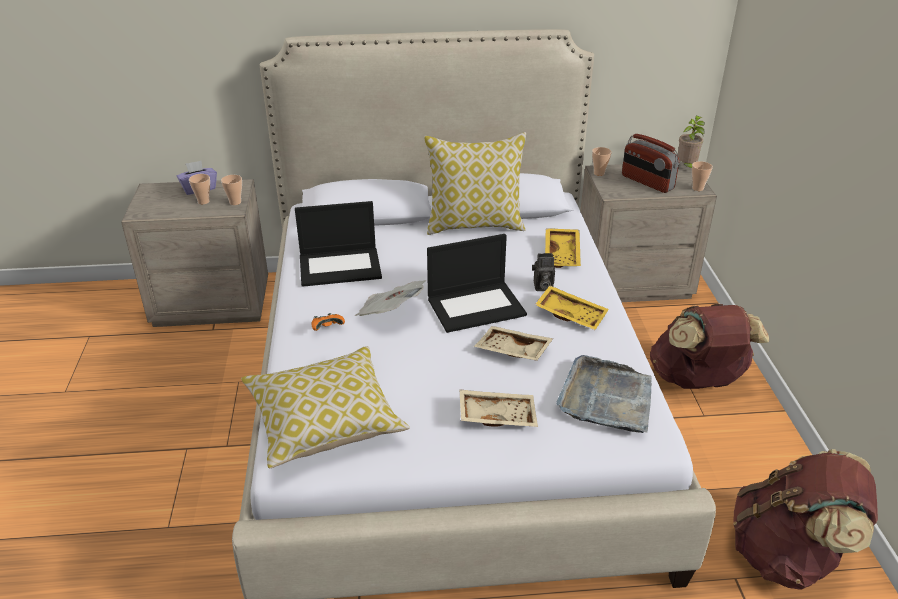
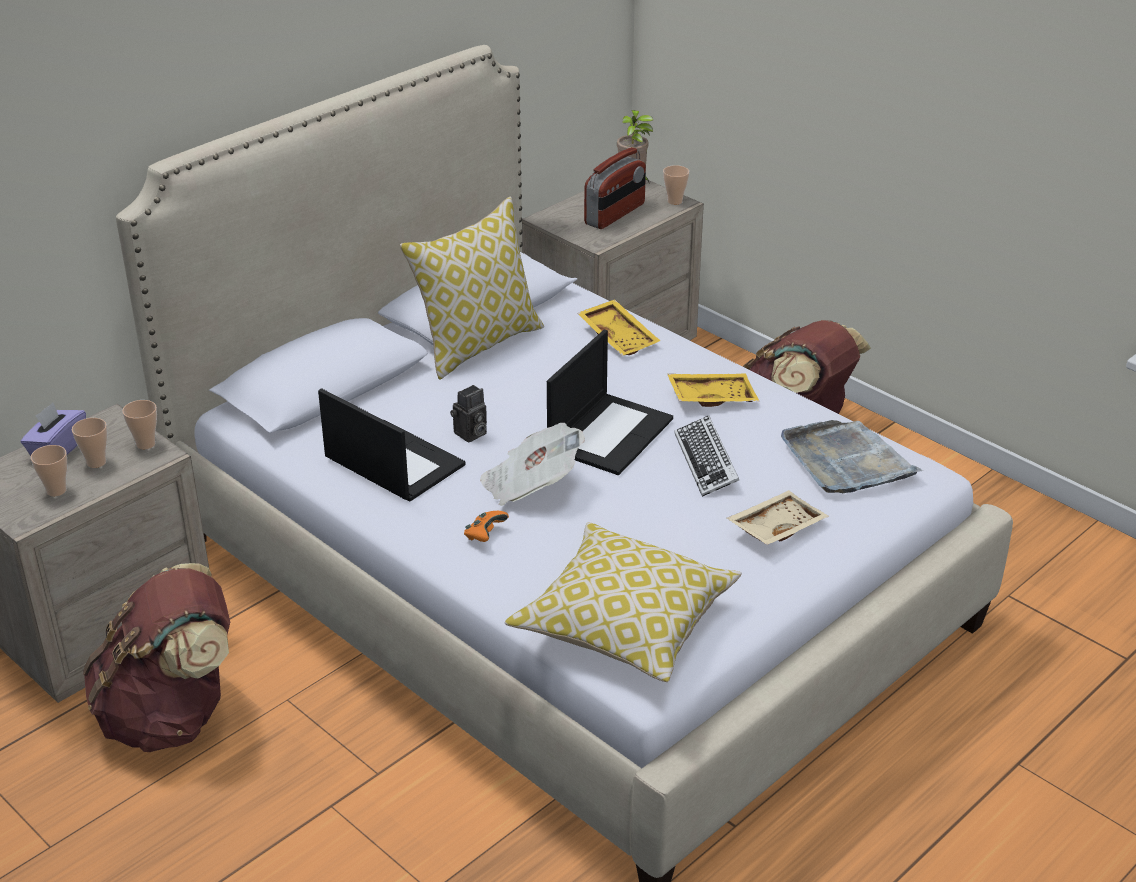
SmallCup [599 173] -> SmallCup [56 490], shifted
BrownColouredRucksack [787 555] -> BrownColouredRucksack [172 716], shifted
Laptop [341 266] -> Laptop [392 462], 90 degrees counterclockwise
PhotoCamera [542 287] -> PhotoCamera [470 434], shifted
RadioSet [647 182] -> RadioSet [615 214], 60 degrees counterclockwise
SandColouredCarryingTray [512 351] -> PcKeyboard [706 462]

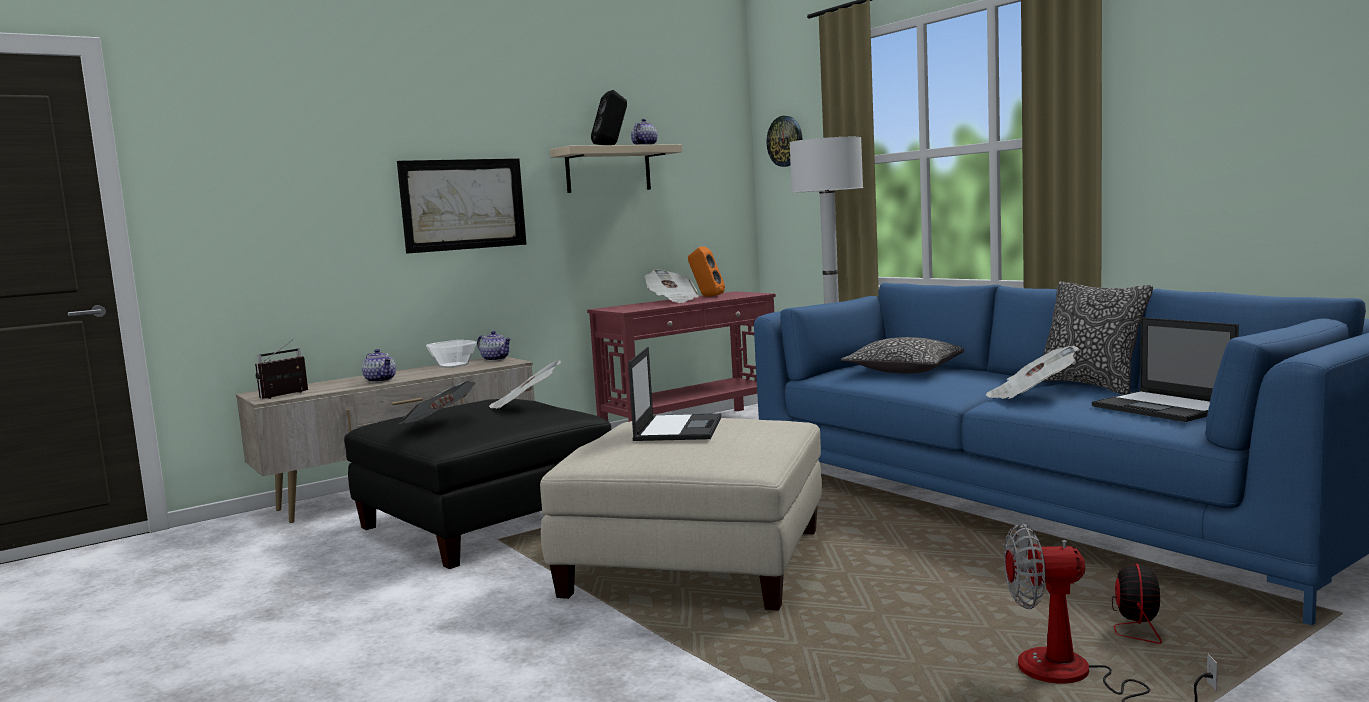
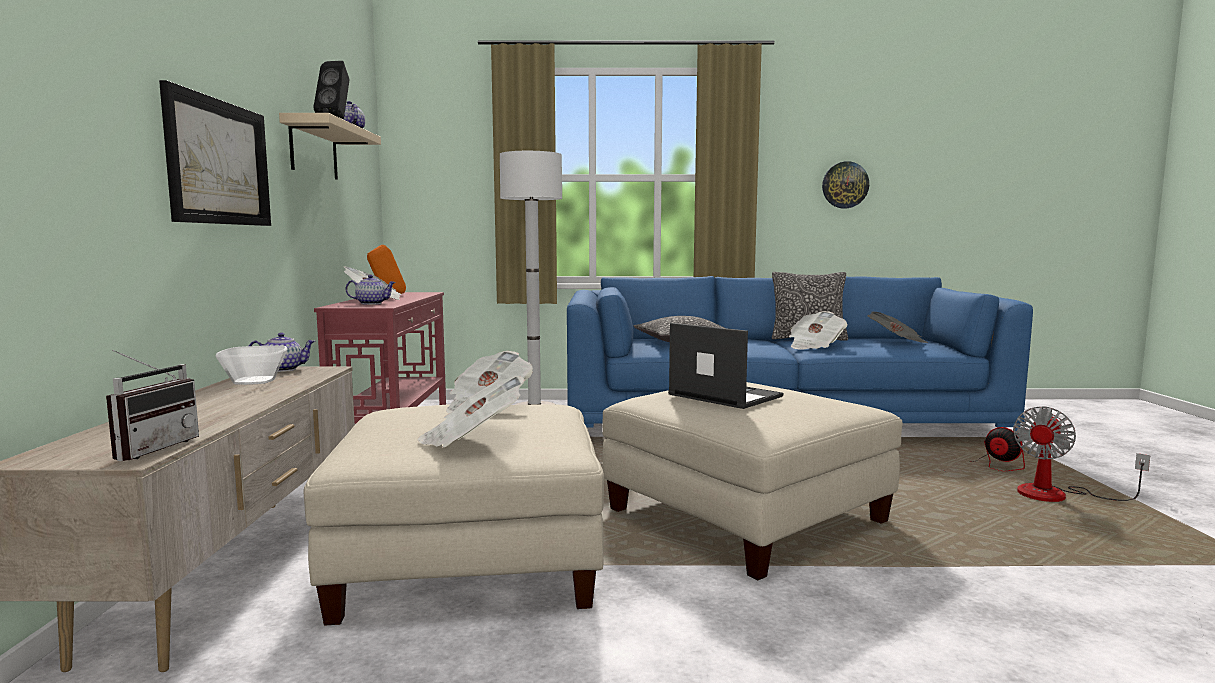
RadioSet [286 395] -> RadioSet [150 448], 150 degrees counterclockwise
BlackOttoman [486 522] -> SandColouredOttoman [471 557]
TeaPot [381 380] -> TeaPot [372 303], shifted
WallClock [785 141] -> WallClock [845 185], shifted
Laptop [1164 407] -> Newspaper [897 343]

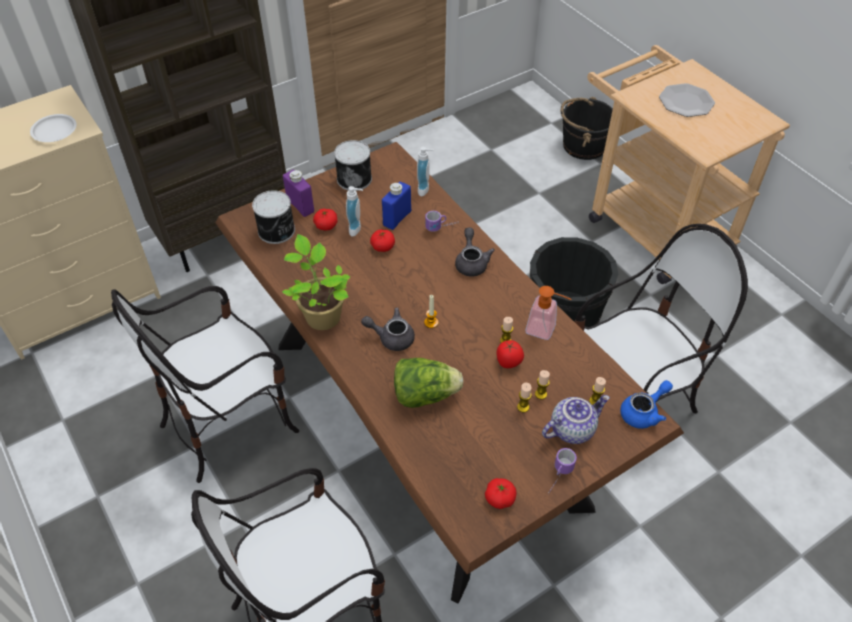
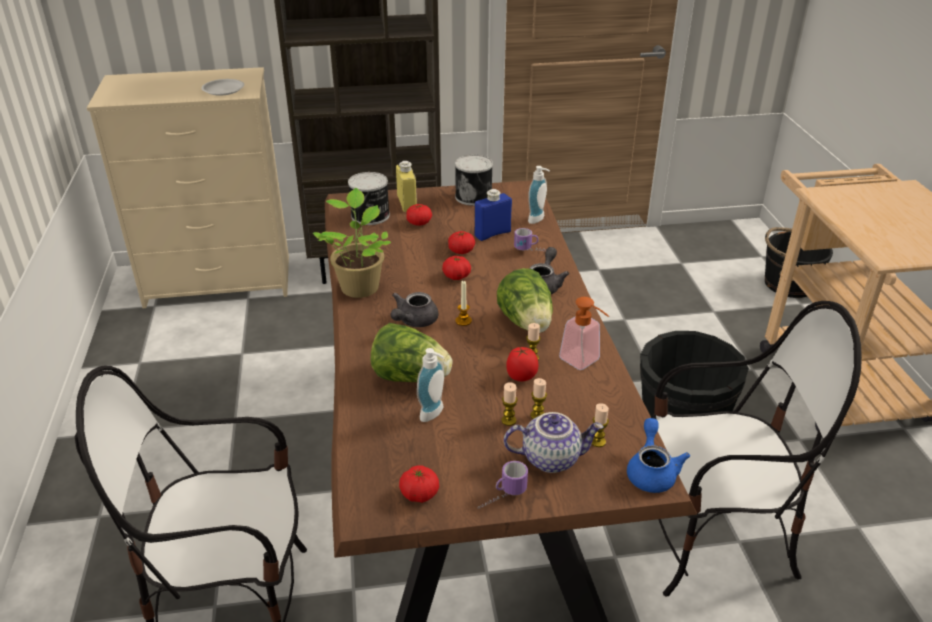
GreyishTeaPot [391 337] -> GreyishTeaPot [413 321], 90 degrees counterclockwise
PurplishBottle [300 206] -> YellowColouredBottle [407 204]
LiquidSoapBottle [357 229] -> LiquidSoapBottle [434 414], shifted
none -> FreshTomato [456 276]
none -> Lettuce [527 323]
BlueColouredTeaPot [643 412] -> BlueColouredTeaPot [651 471], 75 degrees counterclockwise
UprightChair [229 423] -> none
DinnerPlate [686 102] -> none

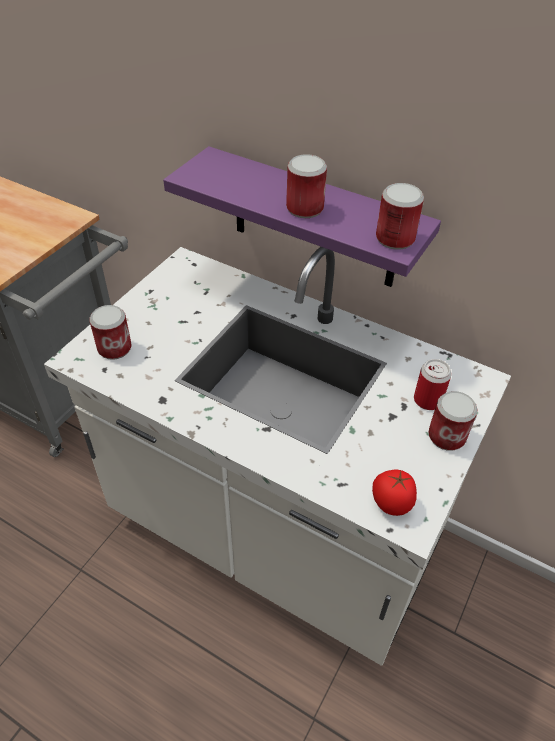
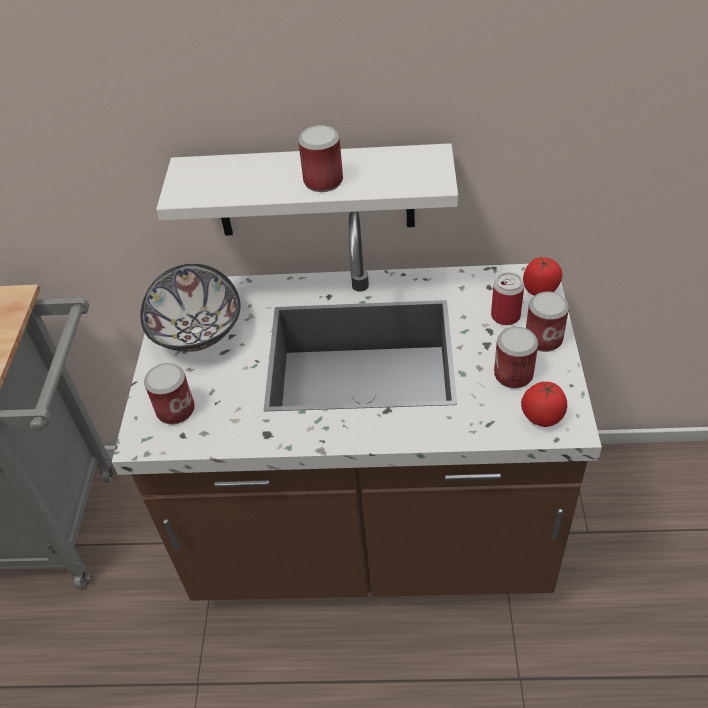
WhiteKitchenBaseUnit [273 533] -> BrownColouredKitchenBaseUnit [371 536]
none -> ServingBowl [195 331]
PurplishWallShelf [314 220] -> WhiteWallShelf [314 191]
MetalCan [395 238] -> MetalCan [513 375], shifted
none -> FreshTomato [540 291]

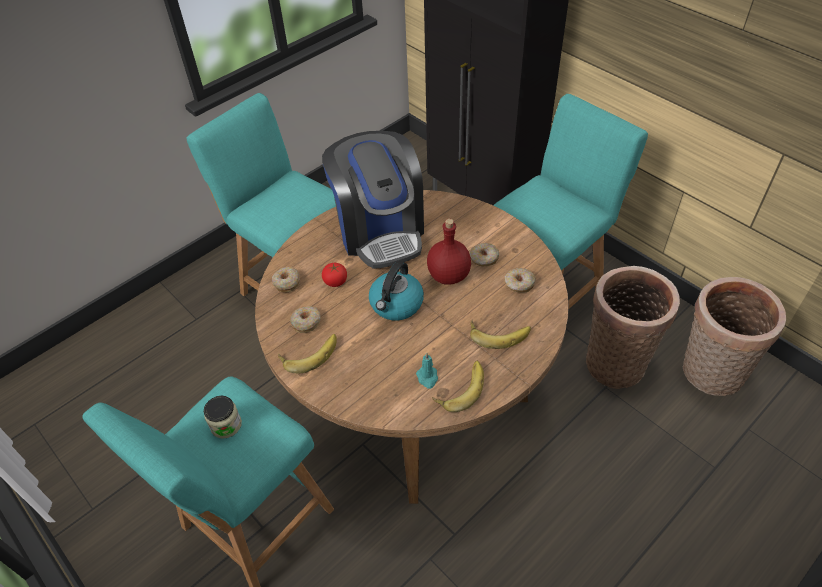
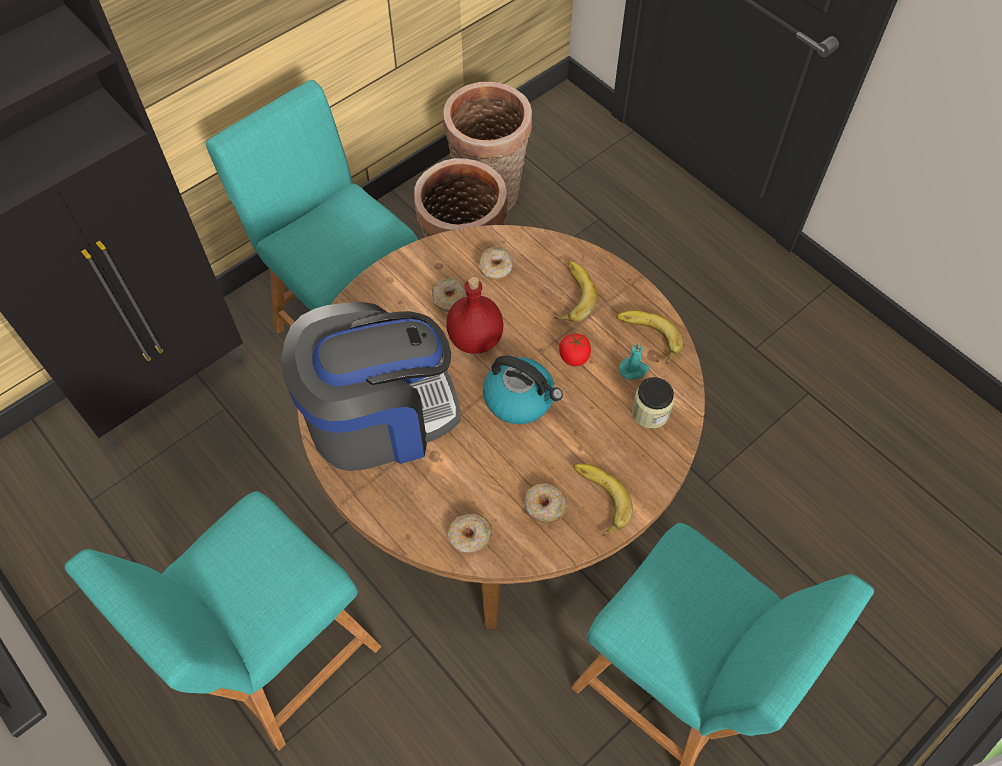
FreshTomato [335 281] -> FreshTomato [574 357], shifted
PreserveJar [226 425] -> PreserveJar [650 412], shifted

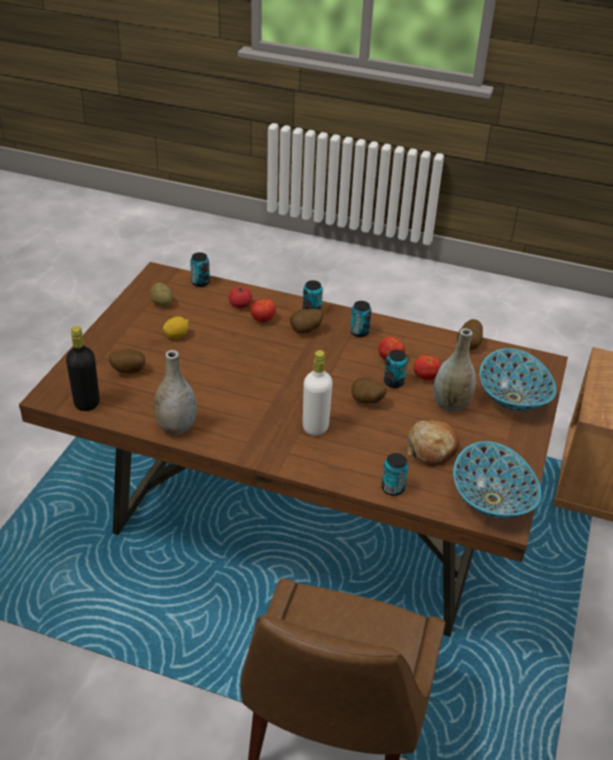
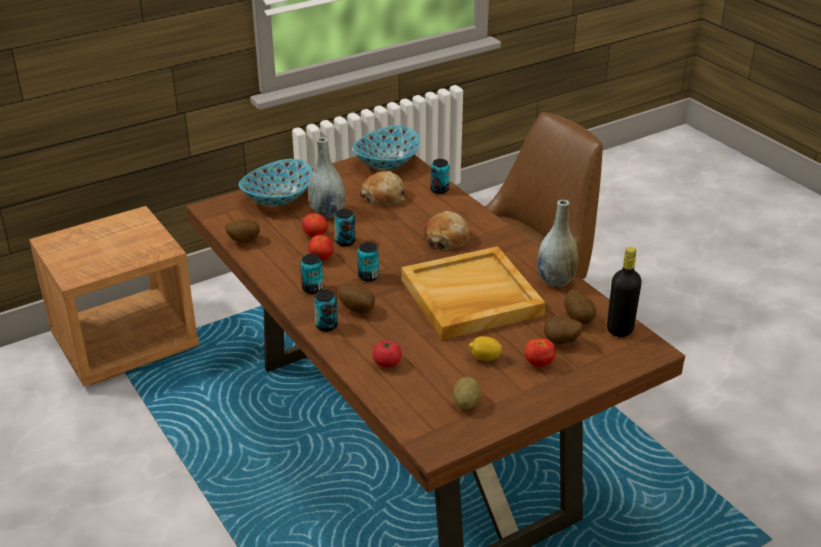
MetalCan [200 283] -> MetalCan [368 276], shifted
none -> SandColouredCarryingTray [470 298]
WhiteBottle [315 427] -> Bread [446 239]
FreshTomato [263 320] -> FreshTomato [538 363], shifted
WholePotato [366 402] -> WholePotato [579 319], shifted

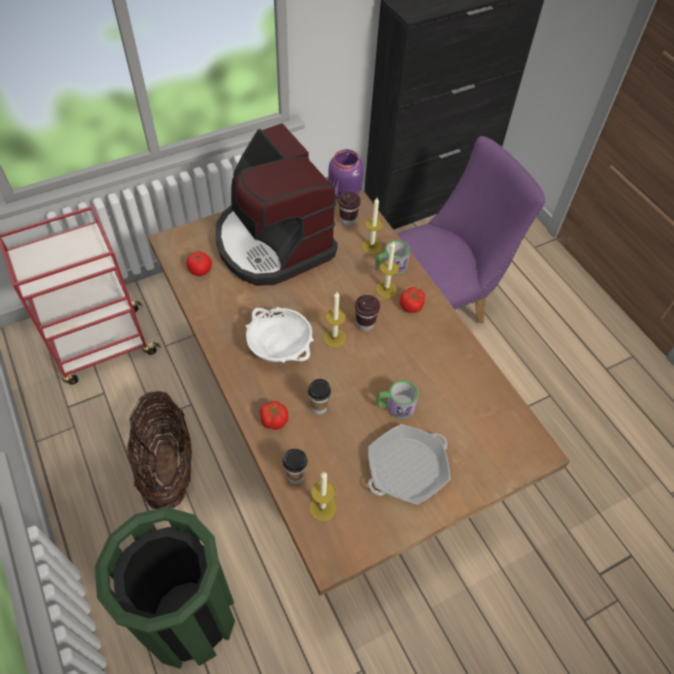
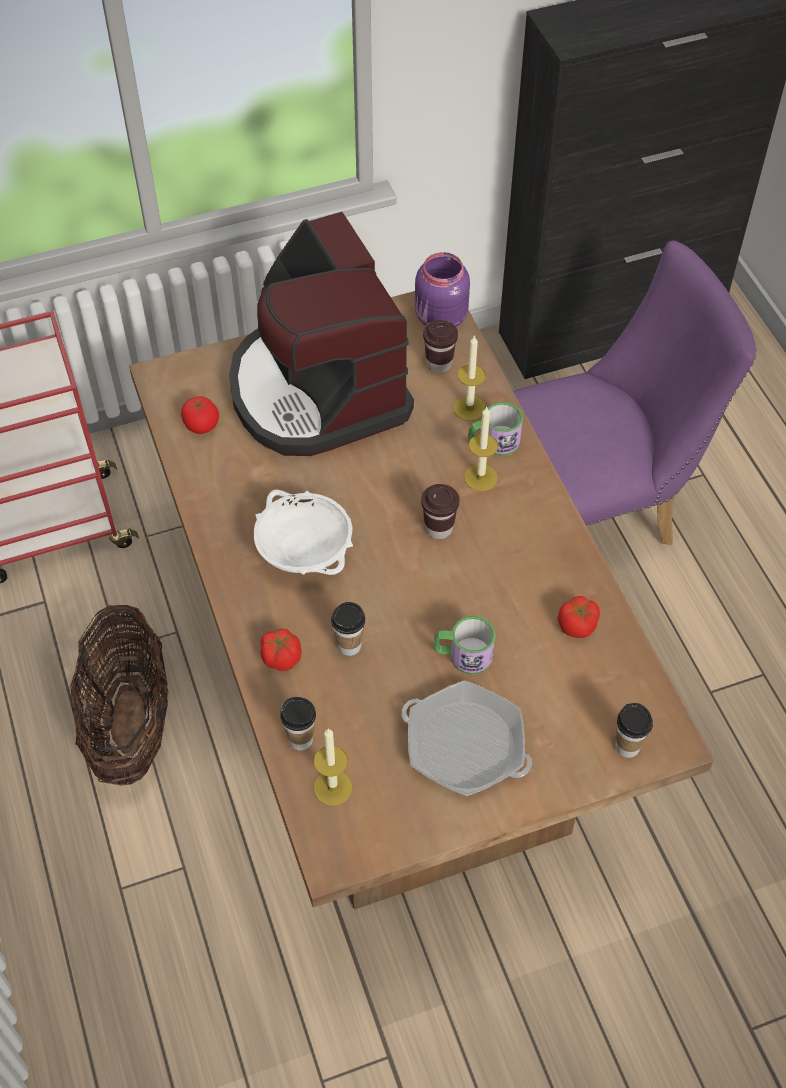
Pan [407 468] -> Pan [465 745], 60 degrees clockwise
FreshTomato [411 306] -> FreshTomato [577 625], shifted
none -> SmallCup [627 746]
GreenColouredRubbishBin [188 618] -> none
Candle [334 338] -> none

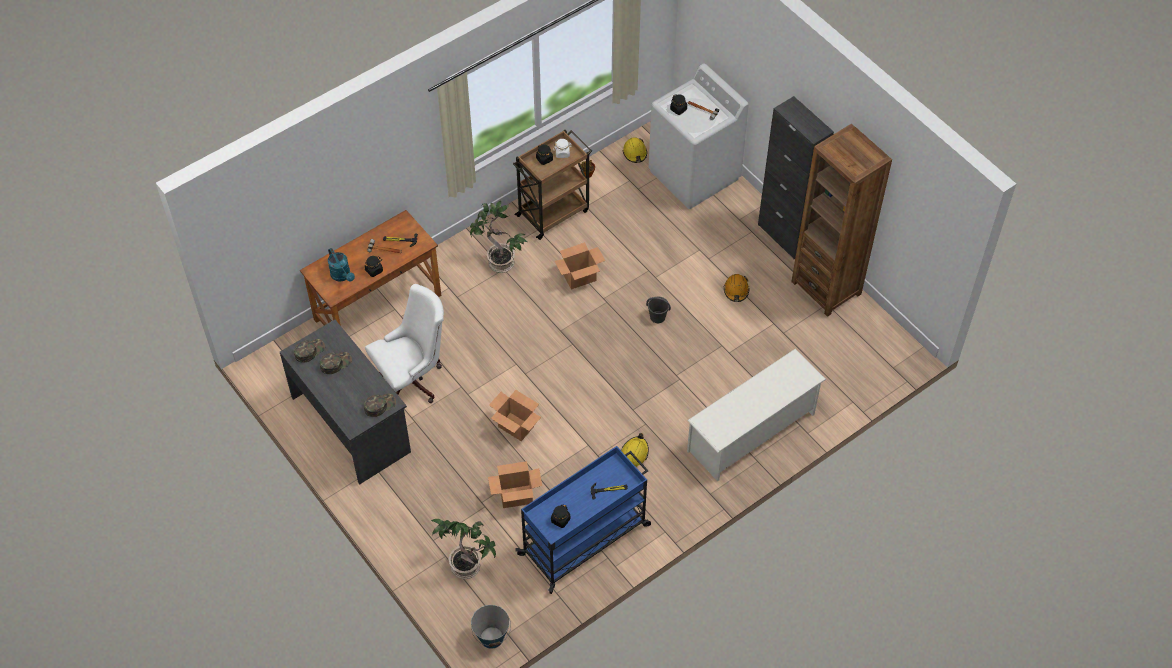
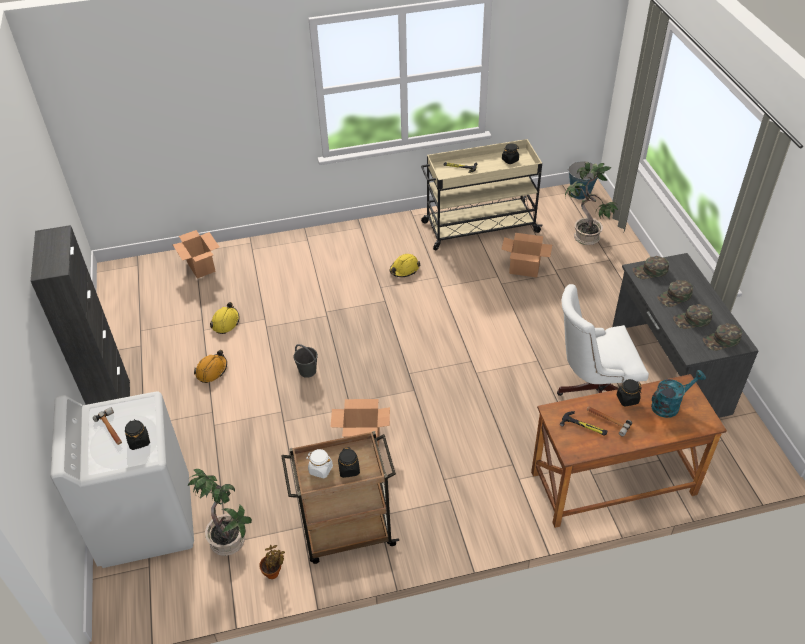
Carton [516 427] -> Carton [201 267], shifted
Houseplant [500 263] -> Houseplant [229 540], shifted
YellowColouredWorkHelmet [635 153] -> YellowColouredWorkHelmet [225 322], shifted
BlueColouredTrolley [585 539] -> SandColouredTrolley [478 227]
TurquoiseSprinklingCan [342 276] -> TurquoiseSprinklingCan [670 405], 75 degrees clockwise
none -> GreenColouredBaseballCap [674 297]
WhiteShoeStand [751 432] -> none
BrownColouredBookcase [826 287] -> none

